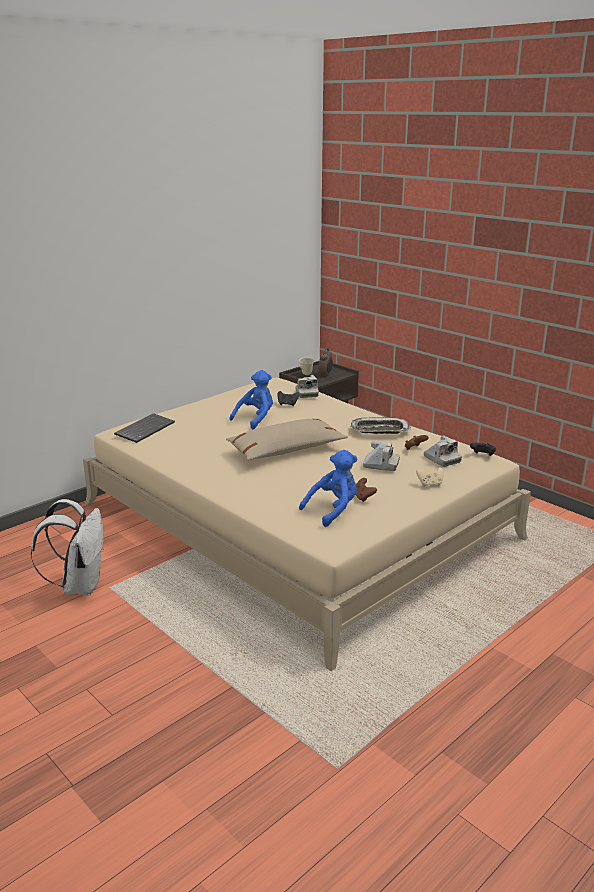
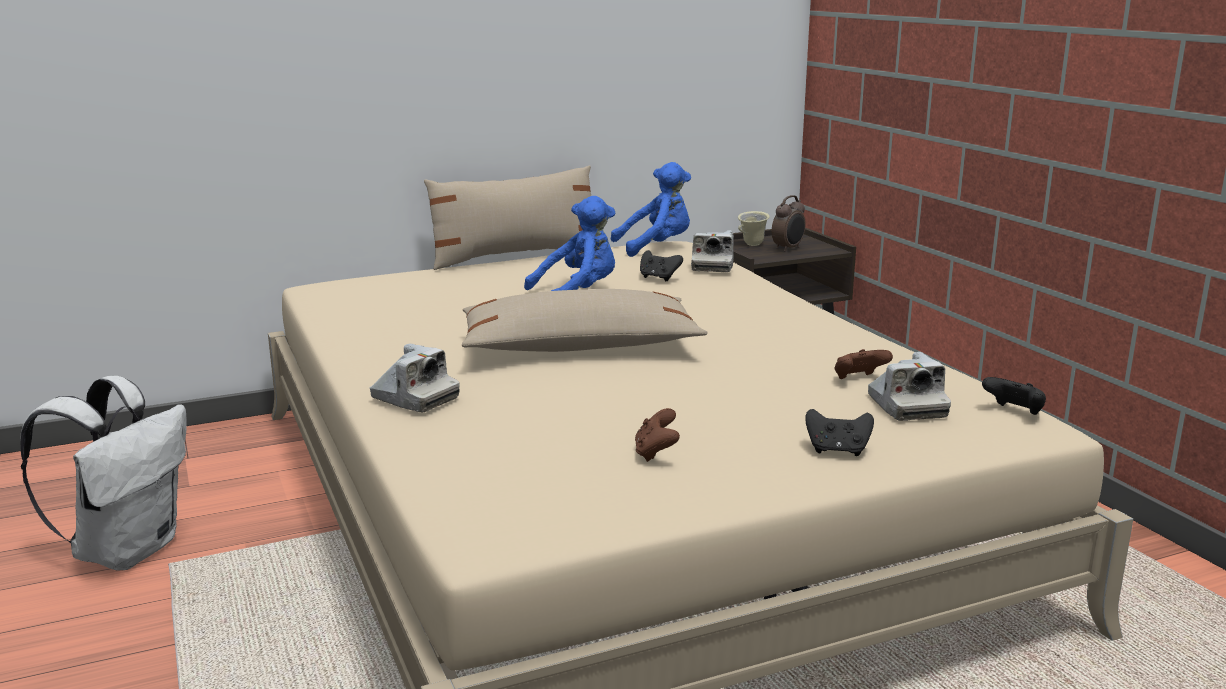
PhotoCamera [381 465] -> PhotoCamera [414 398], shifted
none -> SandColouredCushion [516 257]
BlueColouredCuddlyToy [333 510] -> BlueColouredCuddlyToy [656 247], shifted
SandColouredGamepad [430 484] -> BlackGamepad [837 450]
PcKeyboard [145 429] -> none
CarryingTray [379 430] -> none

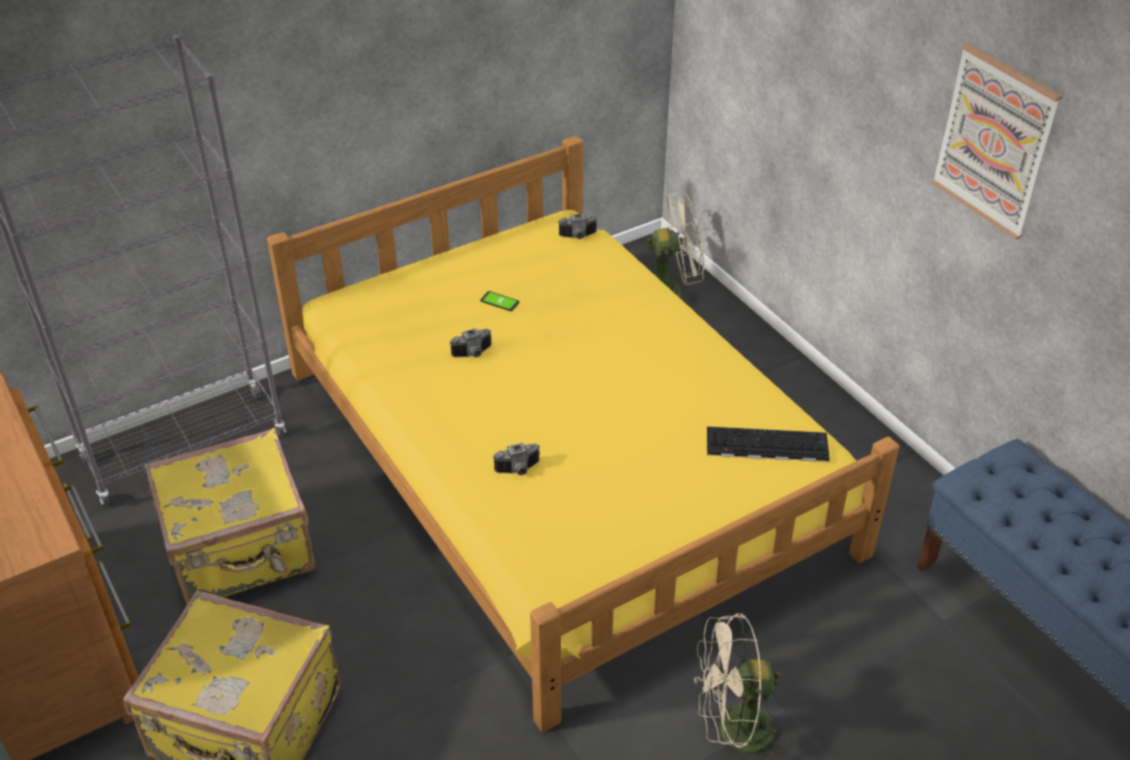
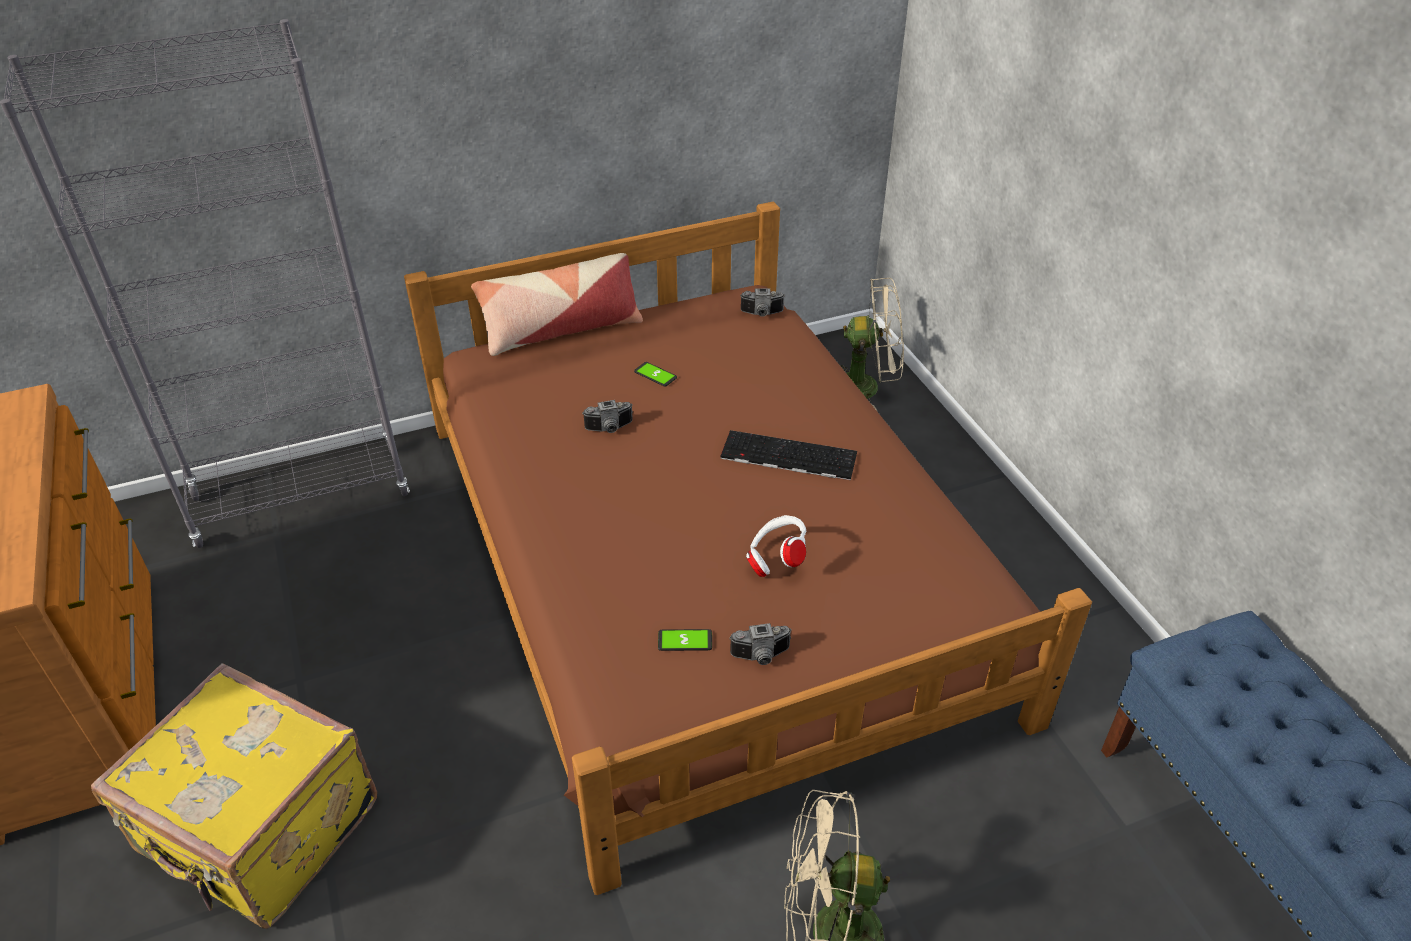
YellowColouredBedroomBed [564 459] -> BrownColouredBedroomBed [704 561]
none -> Cushion [561 330]
none -> Phone [685 641]
PcKeyboard [765 446] -> PcKeyboard [786 456], shifted
PhotoCamera [519 470] -> PhotoCamera [761 657], shifted
none -> WhiteHeadphones [776 560]
YellowColouredPieceOfLuggage [241 552] -> none
WallPicture [995 141] -> none

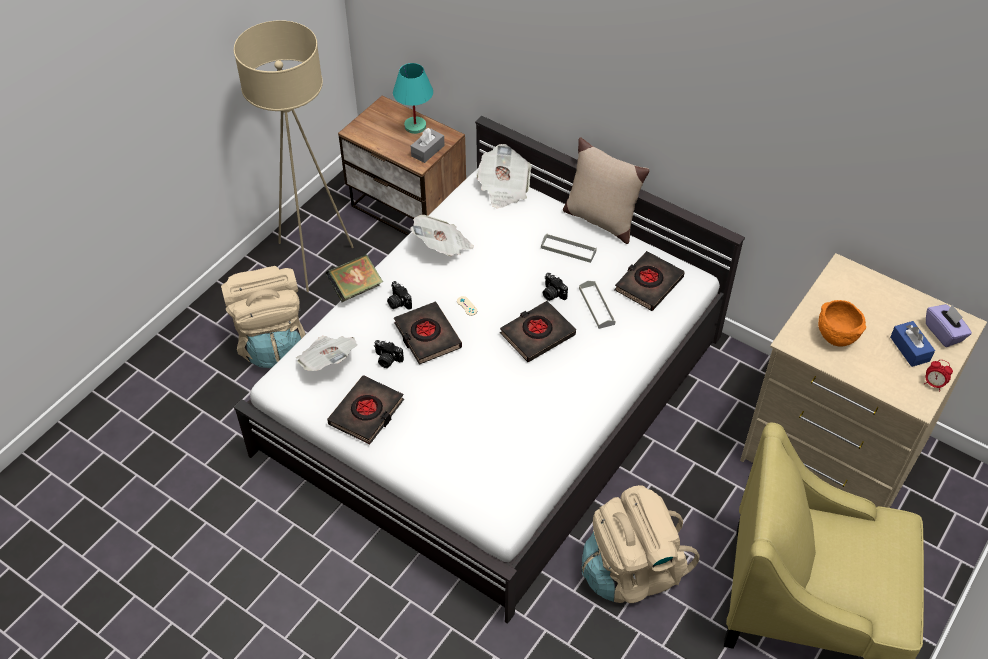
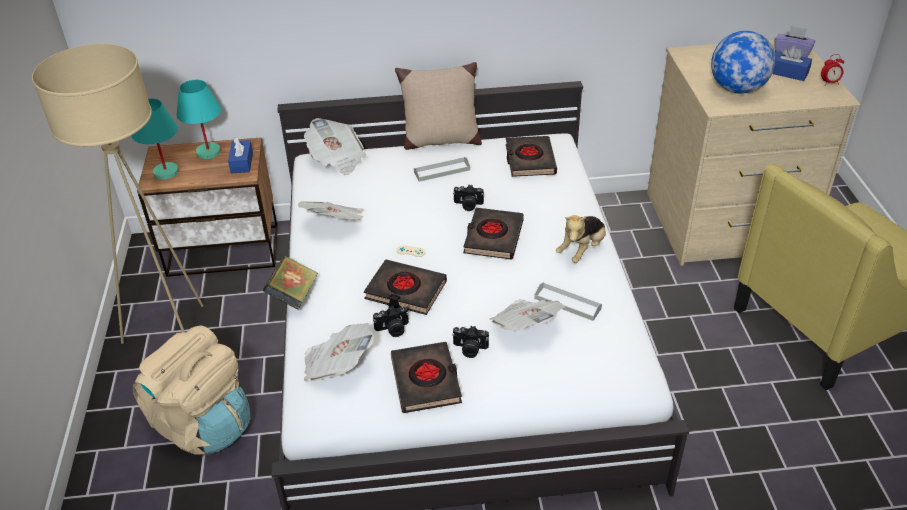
none -> TurquoiseTabletopLamp [166 172]
GreyishTissueBox [427 151] -> BlueColouredTissueBox [242 163]
PhotoCamera [398 302] -> PhotoCamera [469 349], shifted
none -> Newspaper [525 326]
GreyishCarryingTray [596 306] -> GreyishCarryingTray [567 303], shifted
none -> CuddlyToy [582 250]
OrangeServingBowl [835 335] -> Globe [737 89]
SandColouredRucksack [631 571] -> none

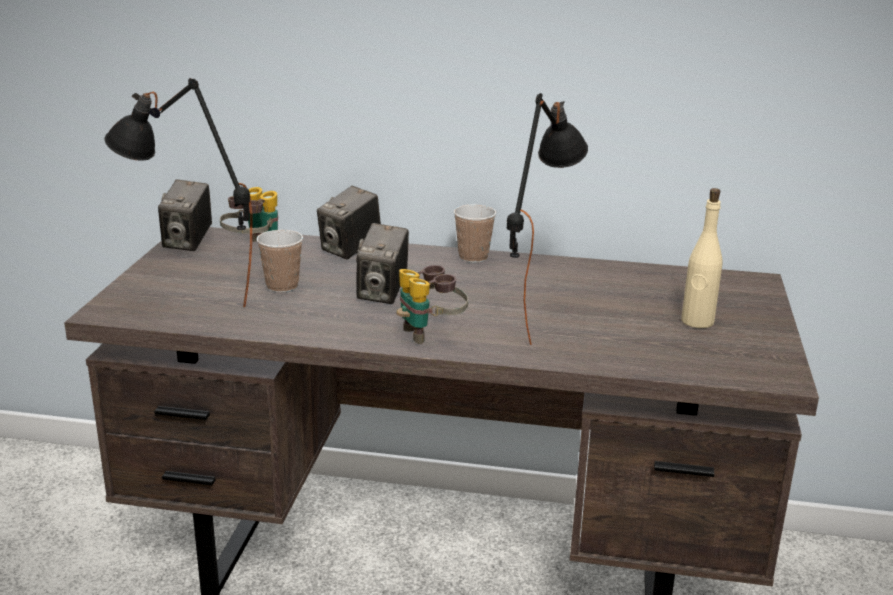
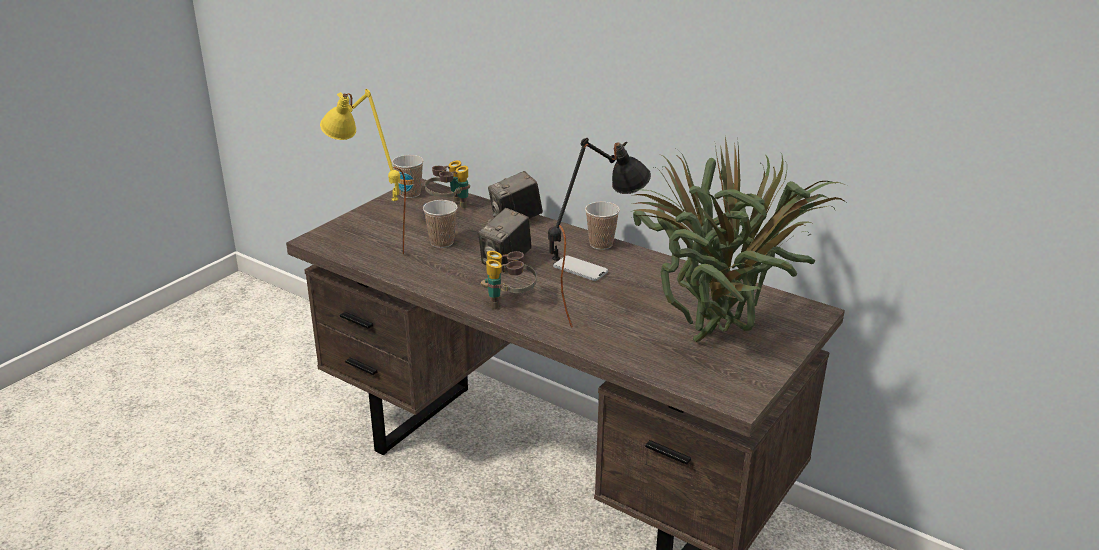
BlackTabletopLamp [190 305] -> YellowColouredTabletopLamp [370 245]
PhotoCamera [188 243] -> SmallCup [410 194]
none -> Phone [580 269]
SandColouredBottle [697 322] -> Houseplant [721 337]

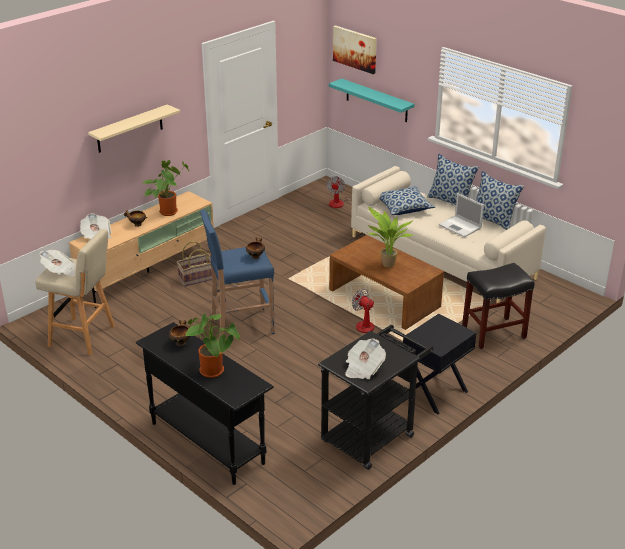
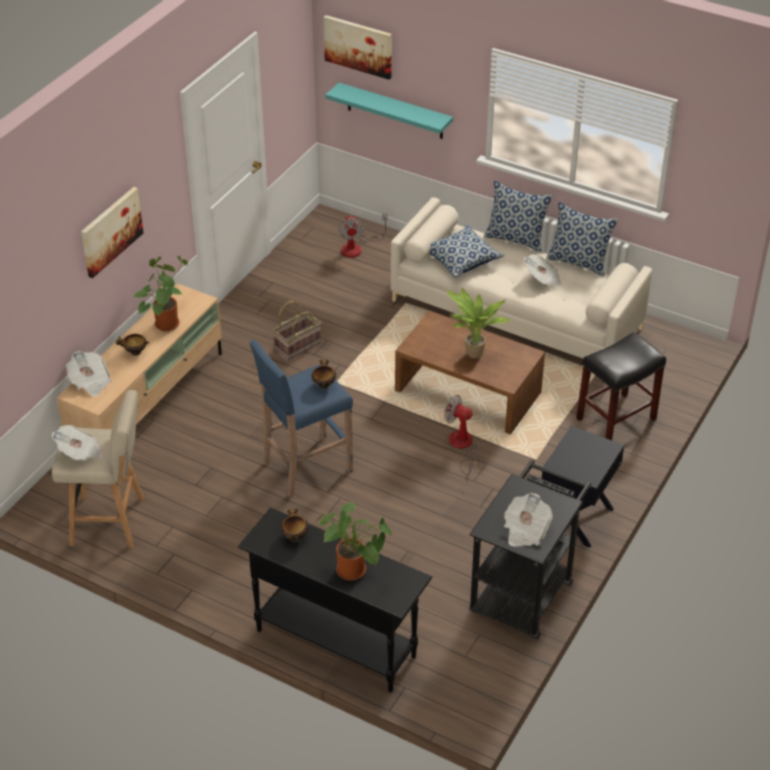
SandColouredWallShelf [130 129] -> WallPicture [111 231]
HouseholdBasket [197 278] -> HouseholdBasket [297 345], shifted
Laptop [460 227] -> Newspaper [543 279]

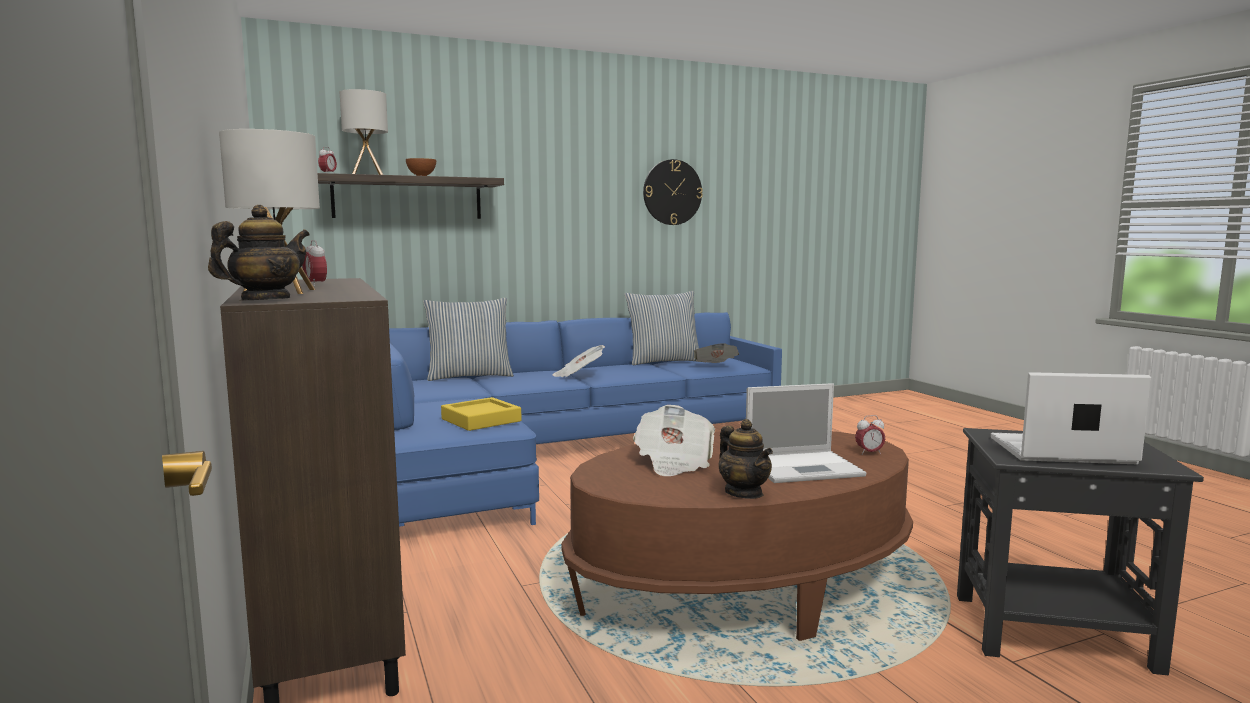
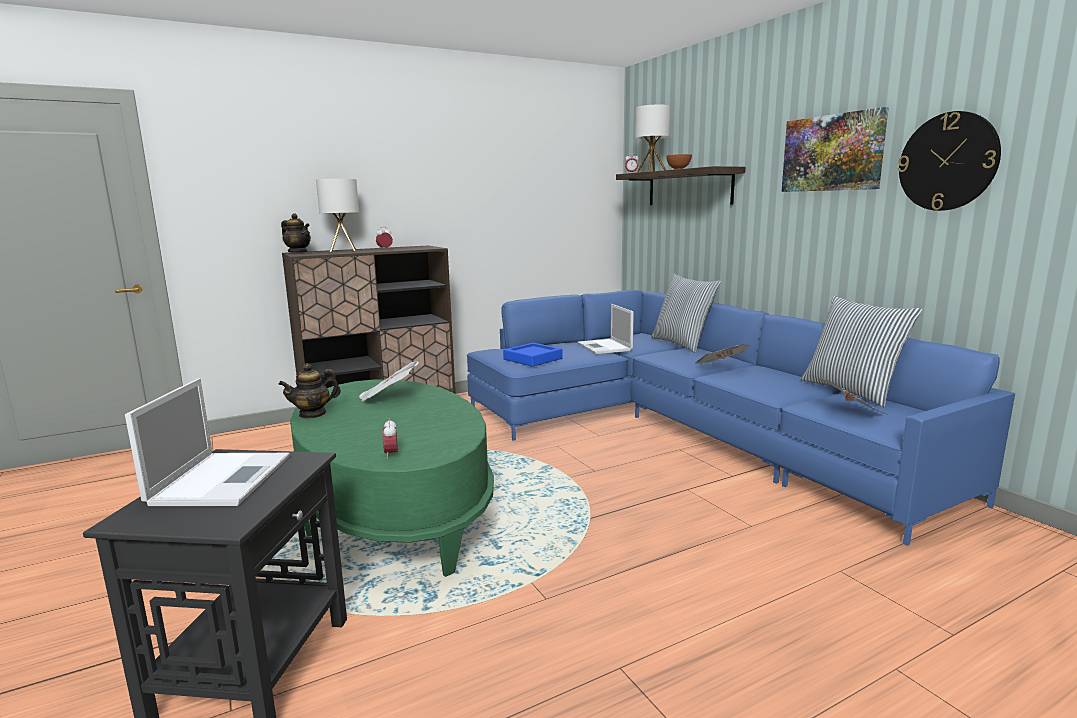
BrownColouredLoungeTable [742 588] -> GreenColouredLoungeTable [394 512]
YellowColouredCarryingTray [481 420] -> BlueColouredCarryingTray [533 359]
Laptop [805 467] -> Laptop [605 347], shifted
none -> WallPicture [832 153]

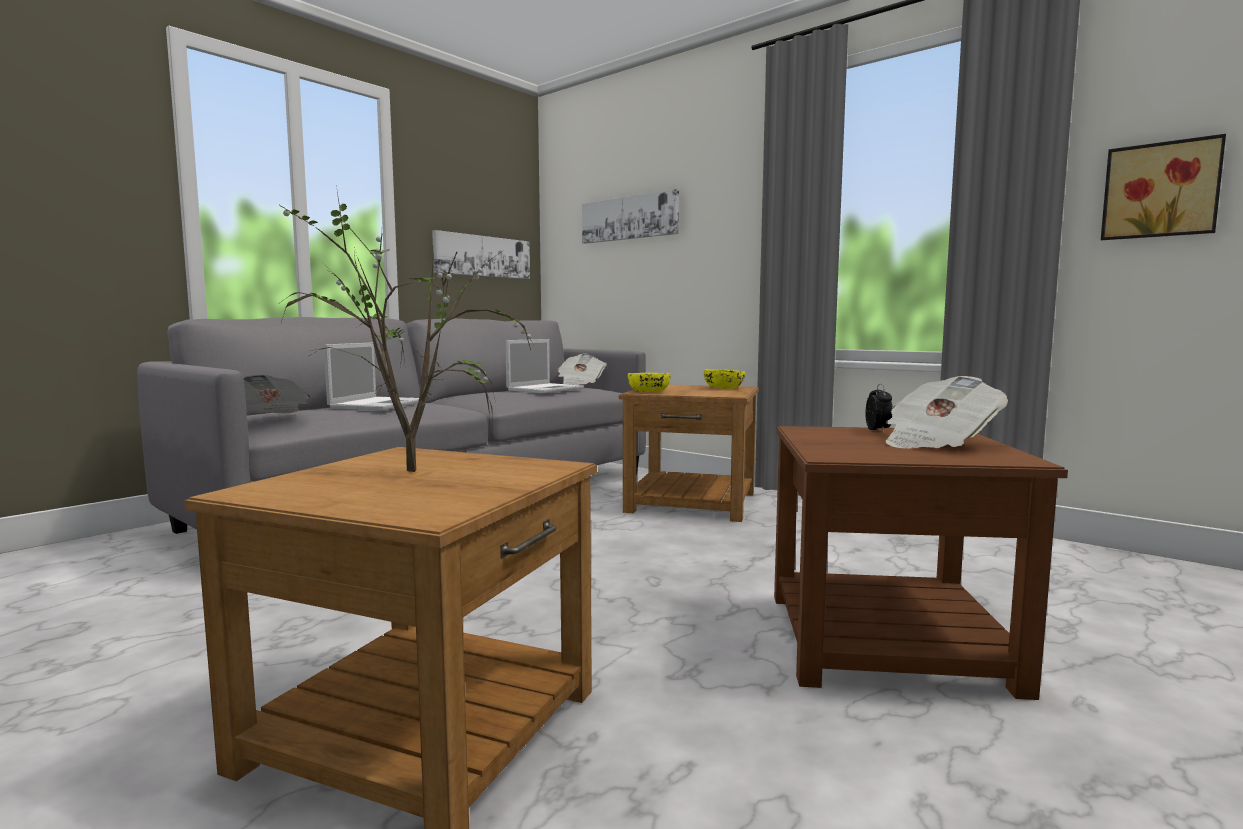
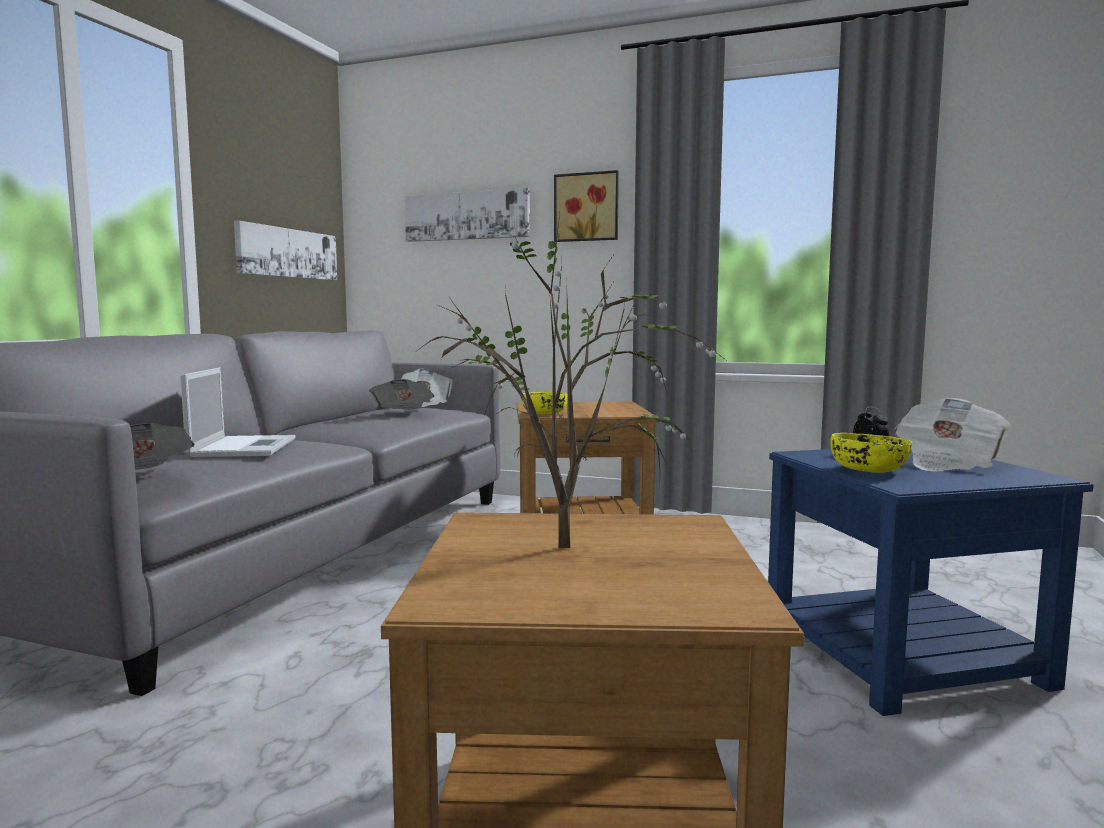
Laptop [546 389] -> Newspaper [403 413]
WallPicture [1160 190] -> WallPicture [587 207], shifted
BrownColouredEndTable [886 640] -> BlueColouredEndTable [902 654]
YellowColouredServingBowl [724 388] -> YellowColouredServingBowl [869 470], shifted

